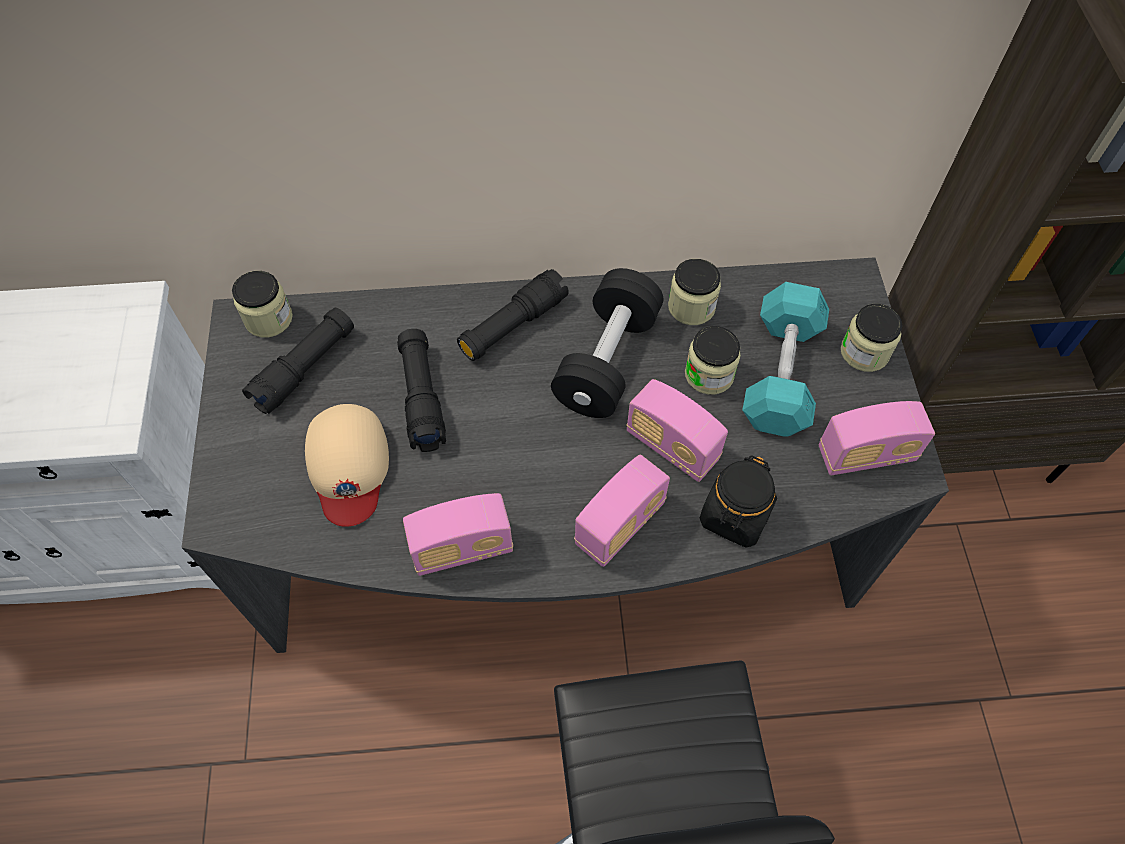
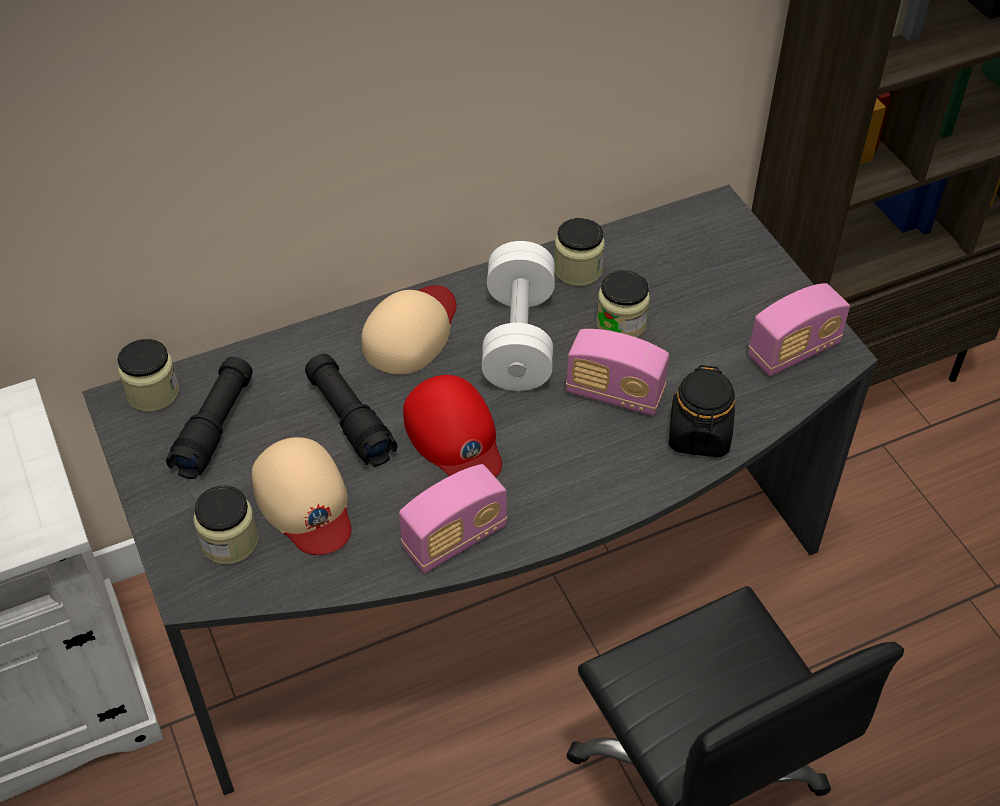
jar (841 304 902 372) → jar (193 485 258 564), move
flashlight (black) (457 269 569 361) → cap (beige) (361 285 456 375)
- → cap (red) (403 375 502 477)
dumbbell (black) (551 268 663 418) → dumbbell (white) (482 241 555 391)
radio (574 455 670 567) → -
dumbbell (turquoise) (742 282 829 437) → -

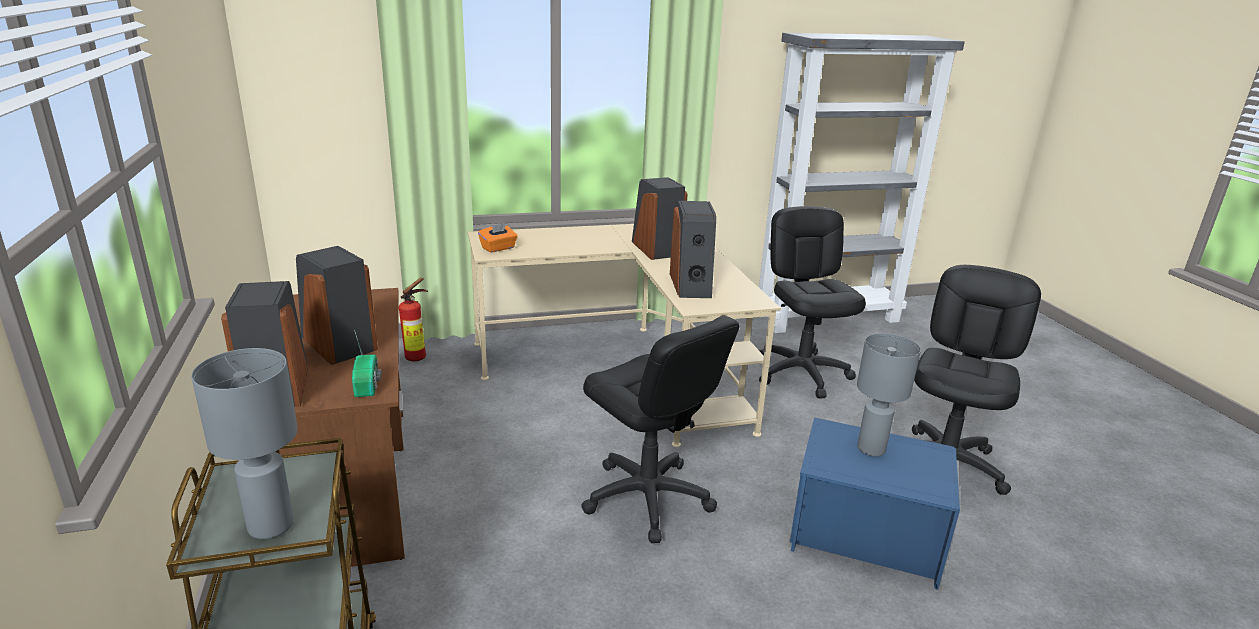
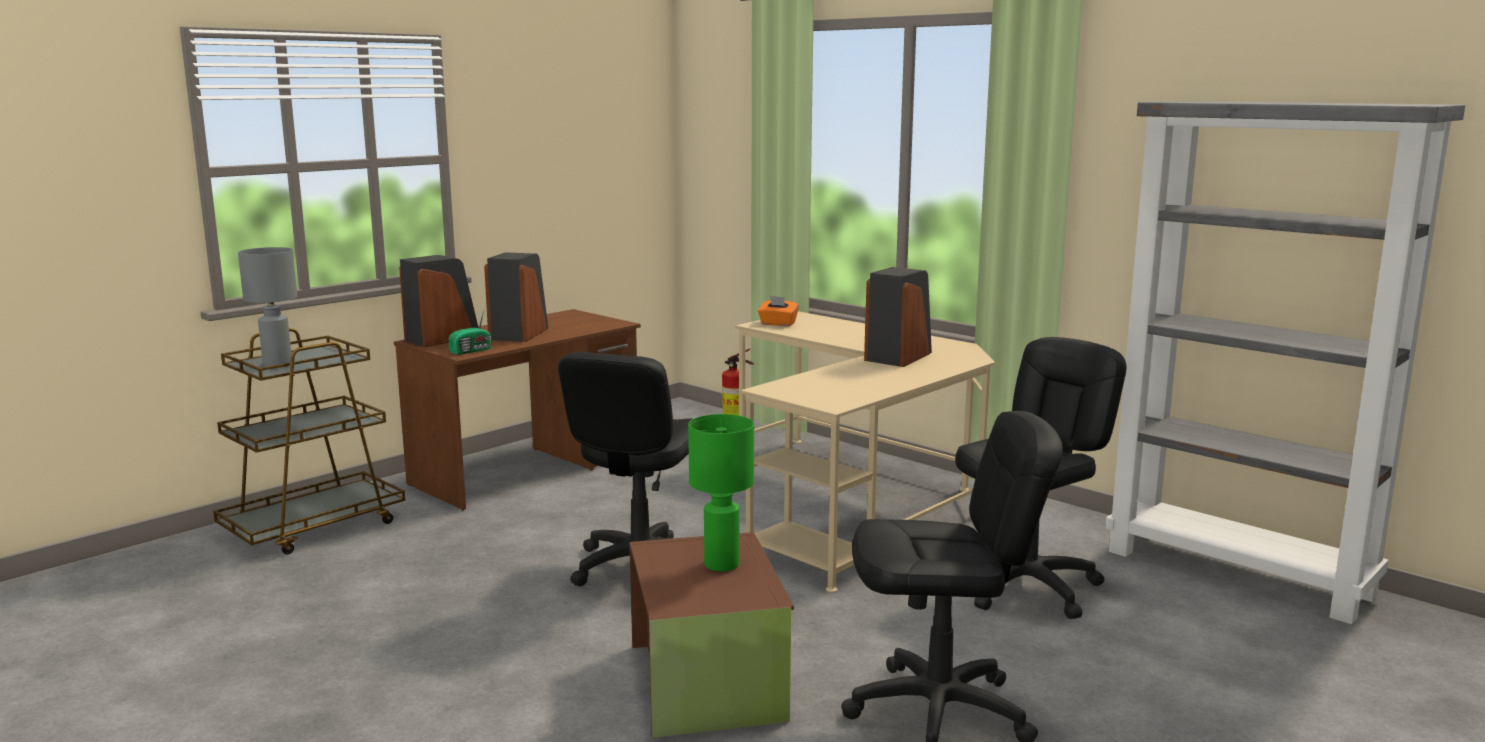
storage box (blue) (790 417 960 590) → storage box (brown) (629 532 794 738)
table lamp (grey) (857 333 921 457) → table lamp (green) (688 414 754 572)
speaker (670 201 716 298) → -

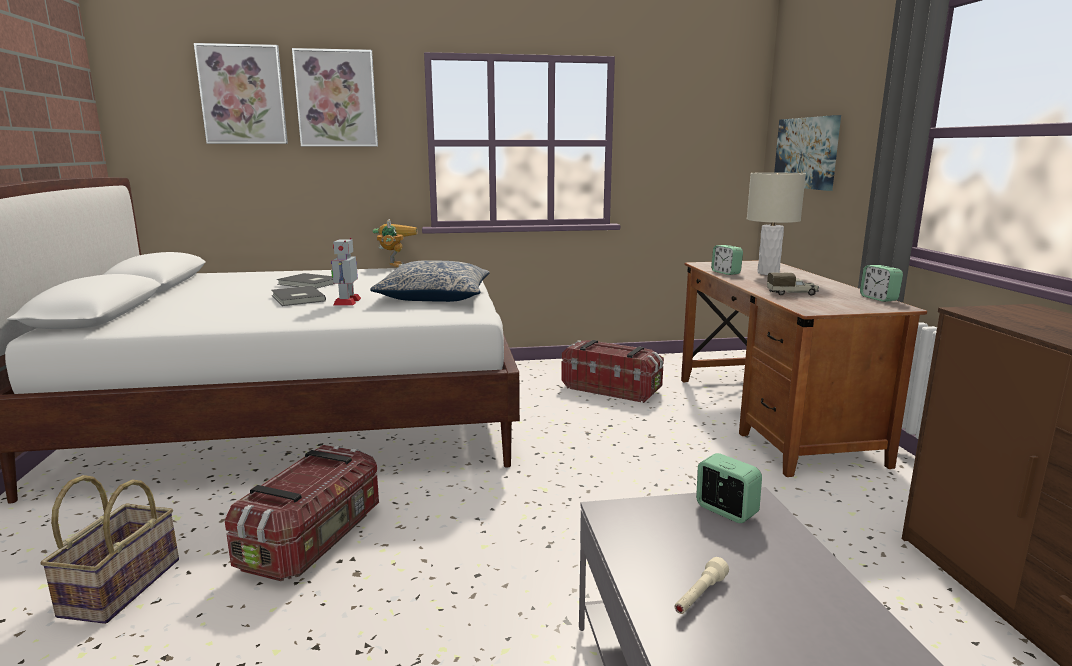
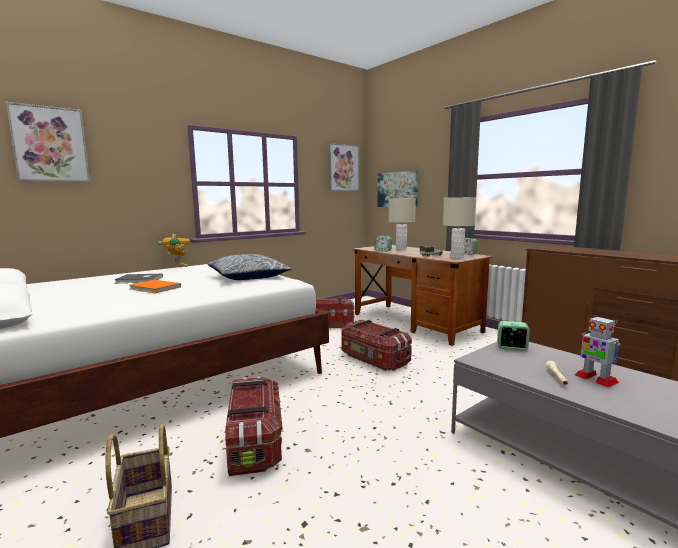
book (grey) (271 286 326 306) → book (orange) (130 280 181 293)
picture (292 48 378 147) → picture (328 143 359 191), move
- → storage box (341 320 412 371)
- → table lamp (beige) (443 197 476 258)
toy robot (331 238 361 306) → toy robot (575 315 620 388), move

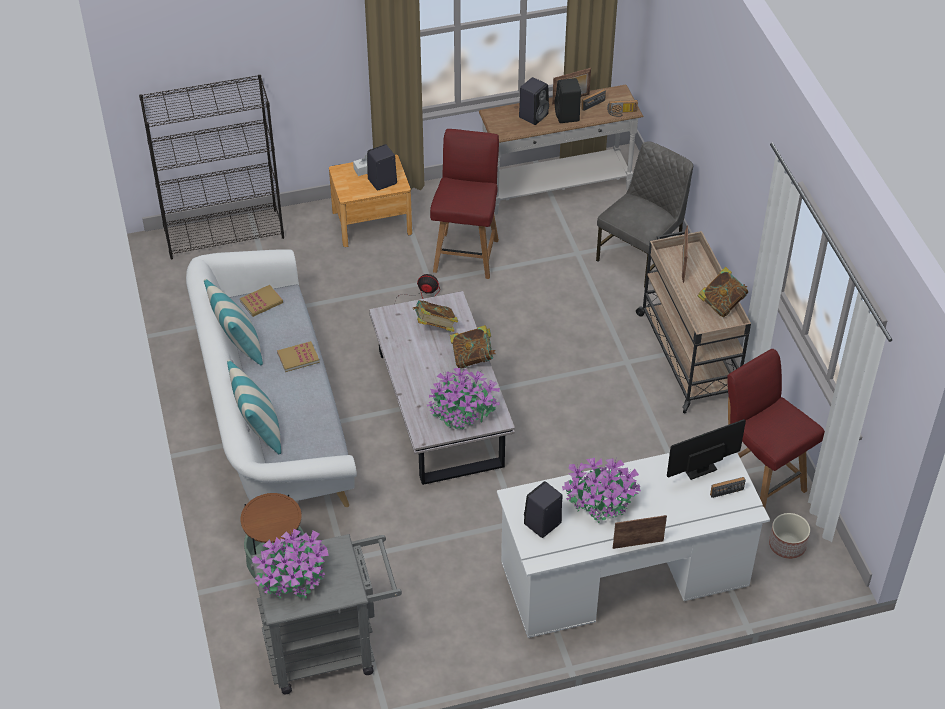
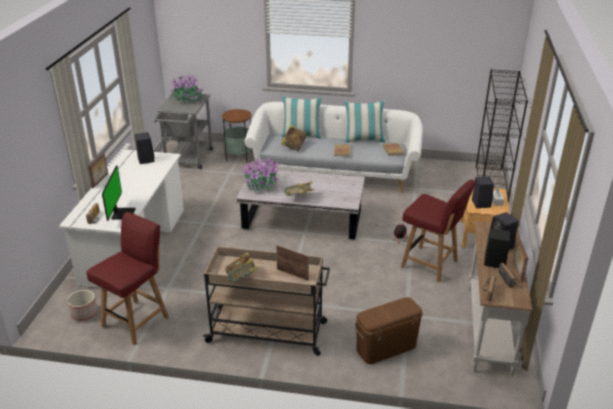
chair (red) (727 349 825 508) → chair (red) (86 212 169 345), 45 degrees counterclockwise
book (413 300 458 332) → book (281 125 307 151), move
chair (grey) (596 141 693 288) → storage box (brown) (355 297 423 364)
potted plant (562 457 641 523) → -

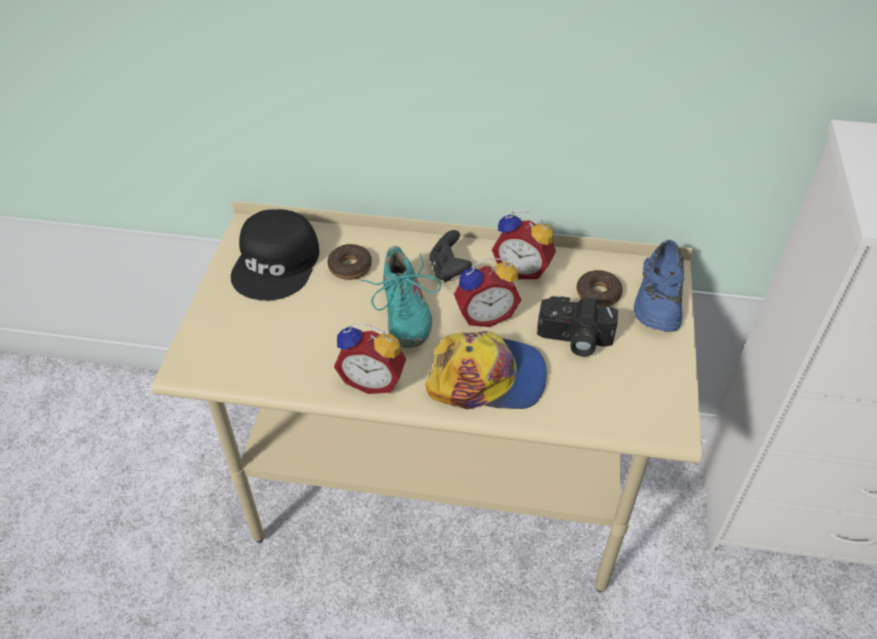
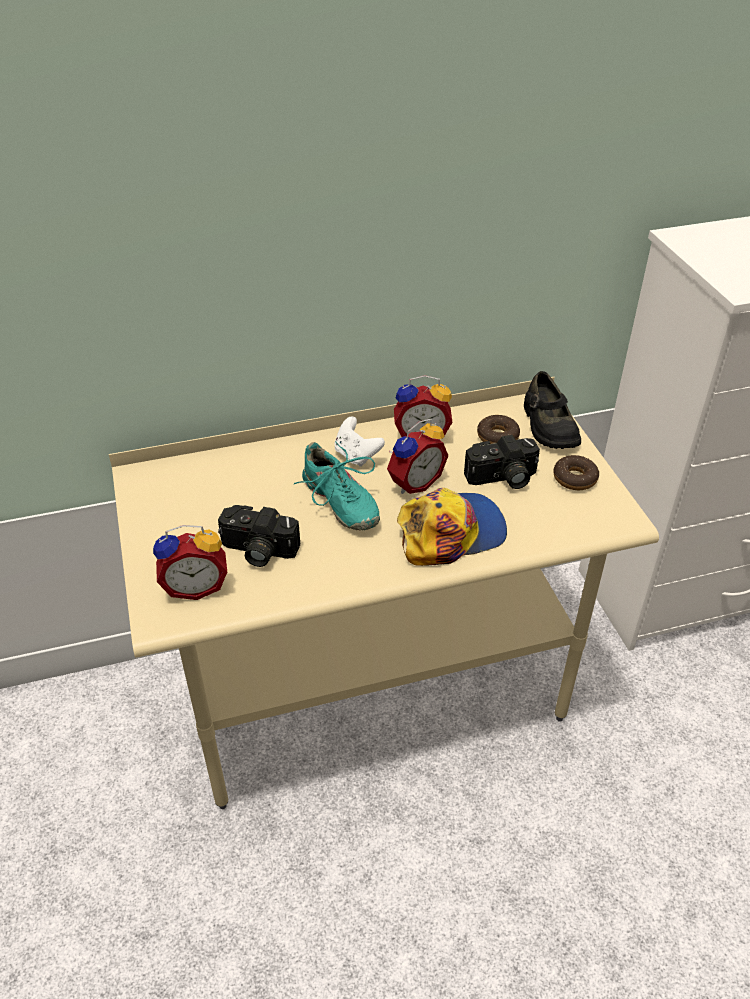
alarm clock (334 324 406 394) → alarm clock (153 525 227 600), move
- → photo camera (218 505 300 567)
game controller (black) (429 230 472 282) → game controller (white) (334 416 385 467)
shoe (blue) (634 240 684 332) → shoe (black) (524 371 581 449)
donut (328 244 372 280) → donut (553 455 599 490), move
cap (black) (231 209 319 301) → -

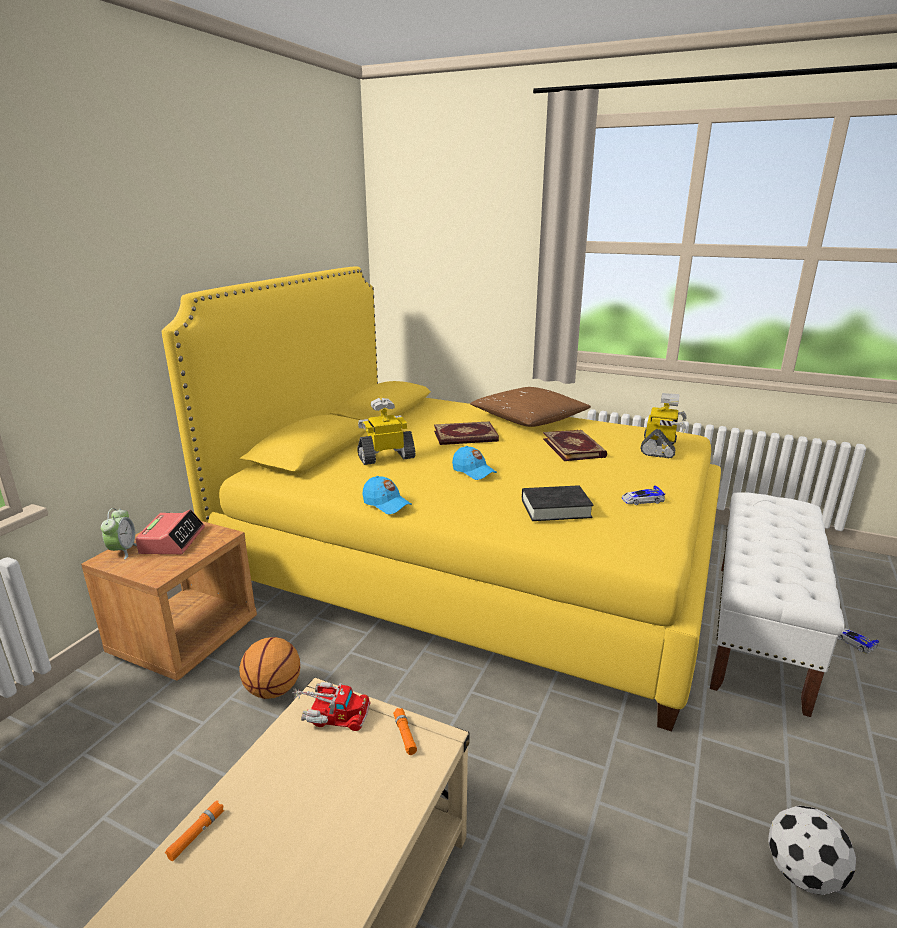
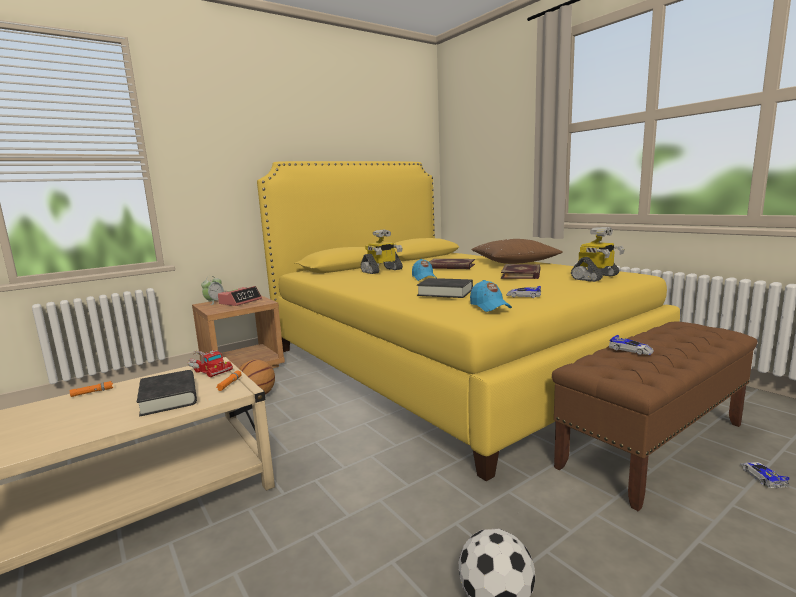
- → book (black) (137 370 197 416)
toy robot (357 398 416 465) → toy robot (360 230 403 274), 135 degrees clockwise
cap (blue) (362 476 412 514) → cap (blue) (470 280 512 312), move
bench (white) (710 492 845 717) → bench (brown) (552 321 758 511)
- → toy car (609 335 654 355)

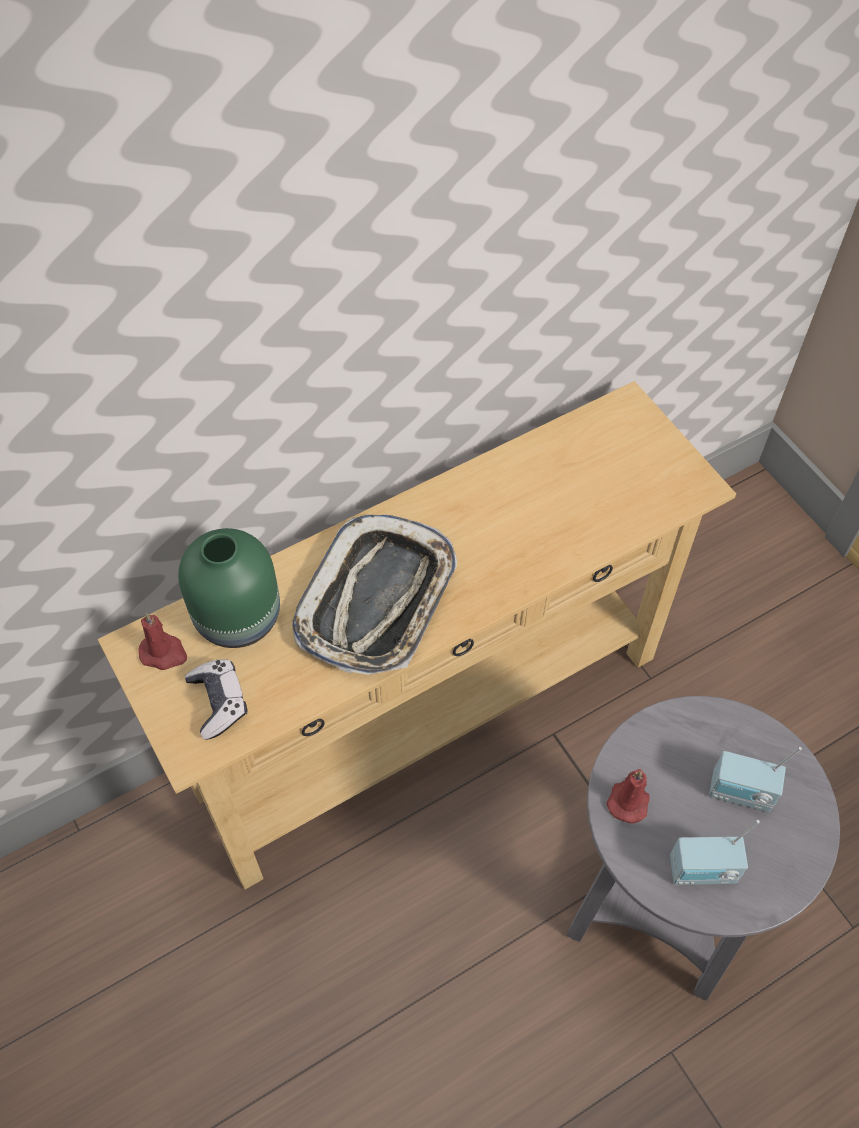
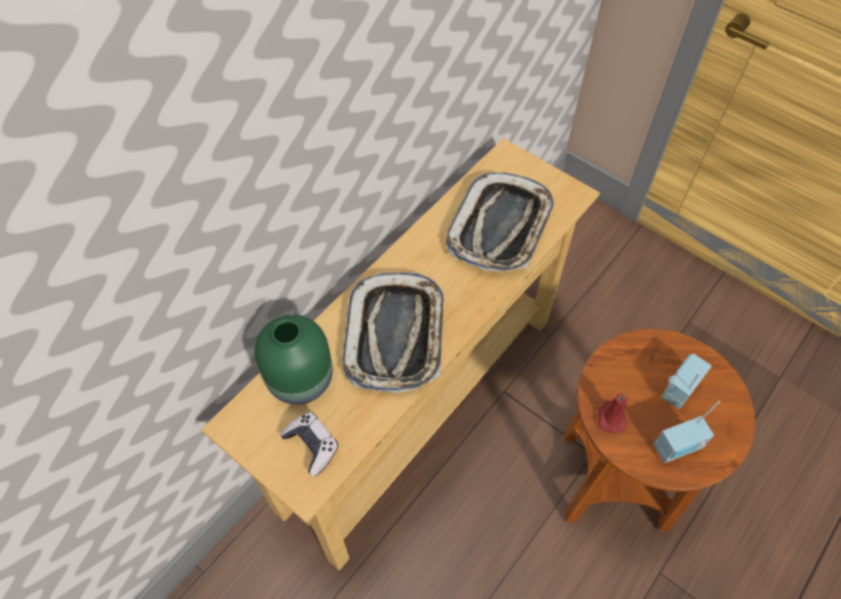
- → tray (446 172 554 272)
side table (grey) (567 696 840 1001) → side table (brown) (565 329 755 531)
radio (709 747 802 812) → radio (661 354 711 409), 135 degrees clockwise
candle (red) (138 613 187 670) → -

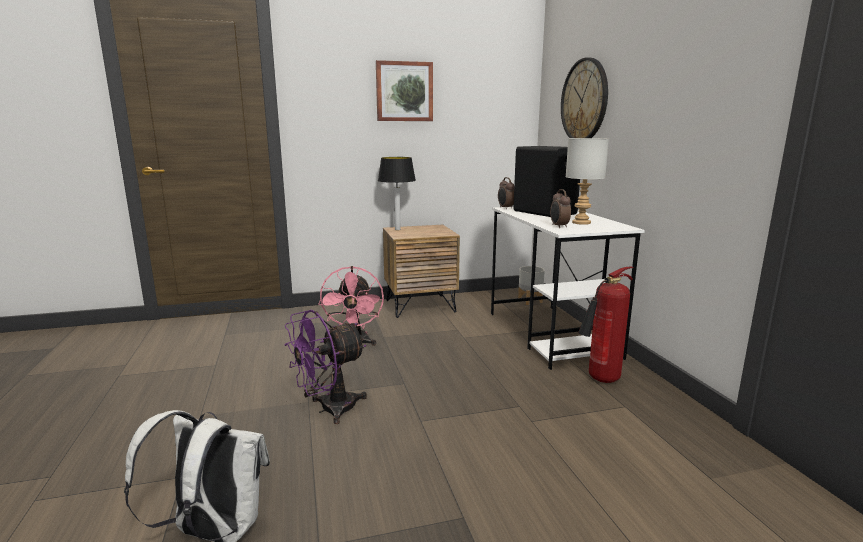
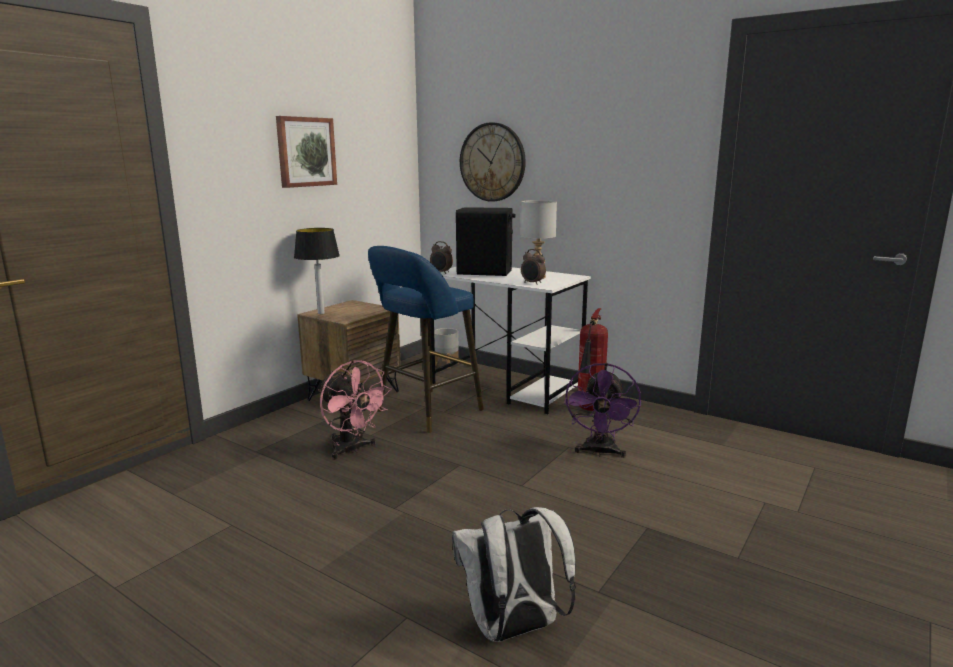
- → stool (blue) (368 246 484 433)
fan (purple) (284 310 367 424) → fan (purple) (564 363 641 458), move

